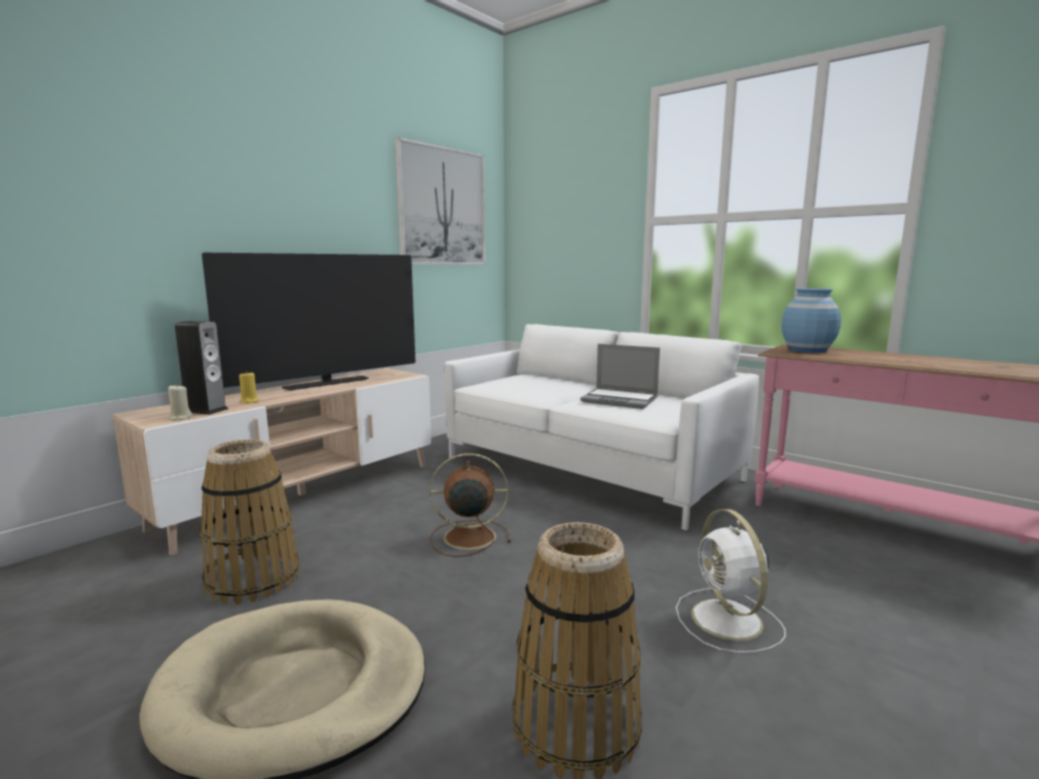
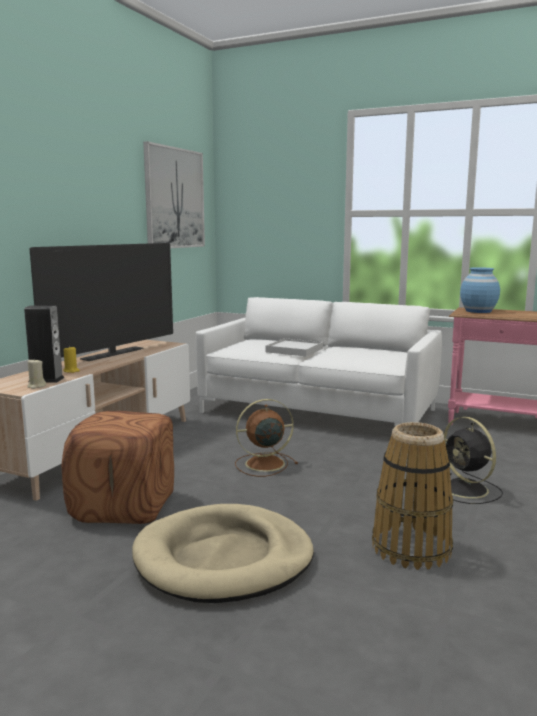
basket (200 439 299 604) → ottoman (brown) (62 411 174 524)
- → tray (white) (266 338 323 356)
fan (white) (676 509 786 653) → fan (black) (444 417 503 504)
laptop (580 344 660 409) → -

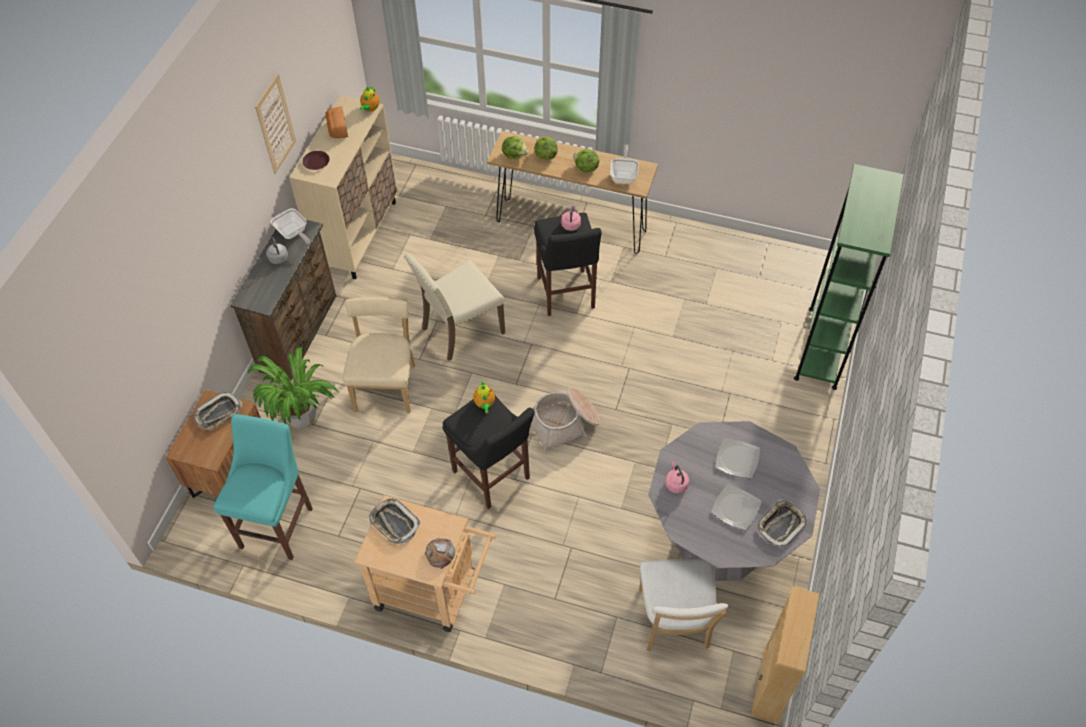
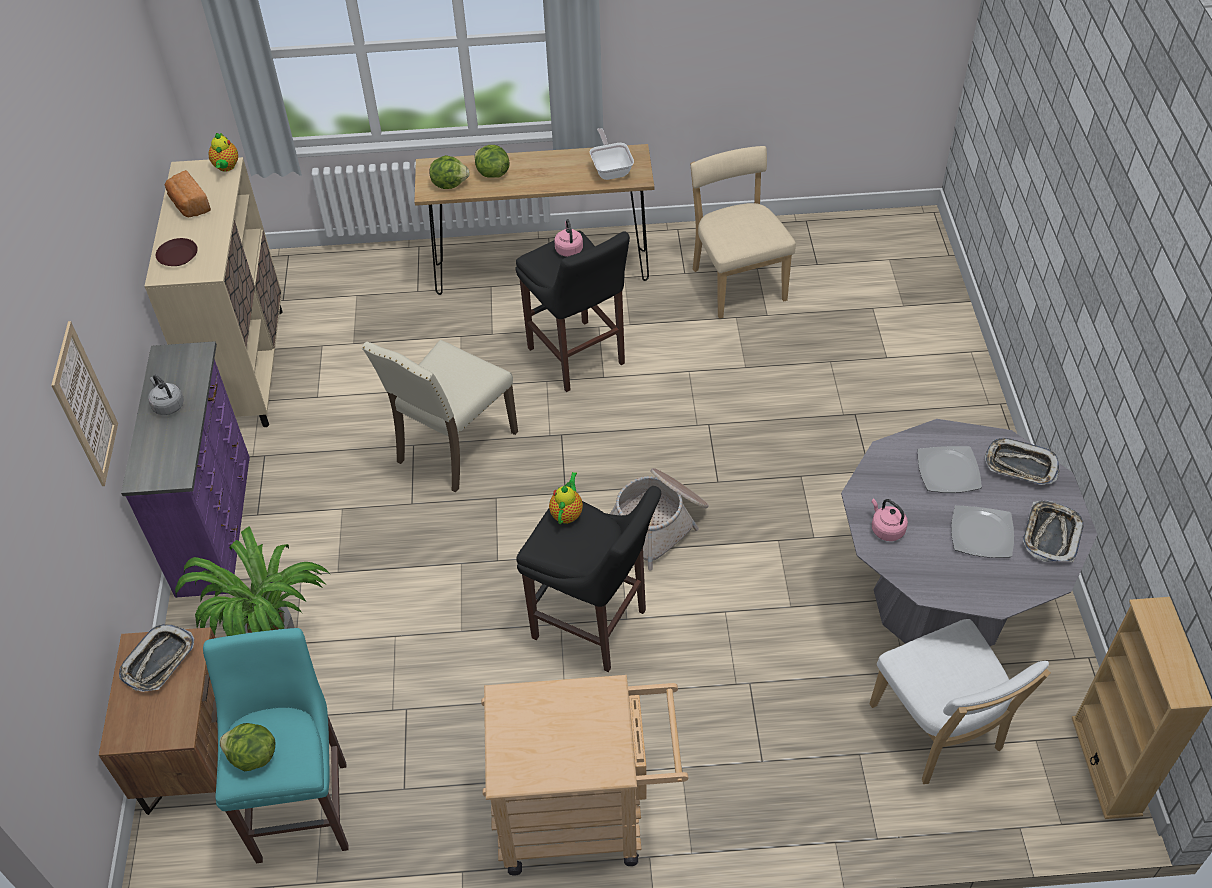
picture (255 73 296 174) → picture (51 321 118 486), move
dresser (brown) (230 220 336 381) → dresser (purple) (121 341 250 598)
lettuce (573 149 599 172) → lettuce (219 723 275 772), move
teapot (473 381 495 413) → teapot (549 472 583 524), 135 degrees counterclockwise
chair (beige) (343 297 415 414) → chair (beige) (690 146 796 319), move
tray (368 498 421 544) → tray (985 438 1059 485), move
frying pan (271 208 310 244) → -
bread (425 538 455 569) → -
bookcase (green) (794 164 904 390) → -

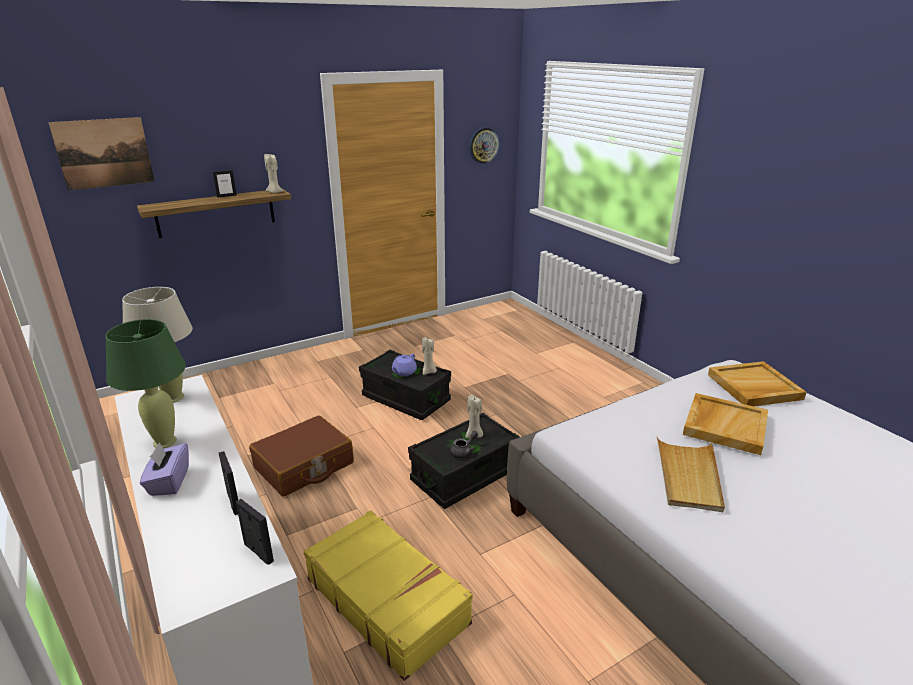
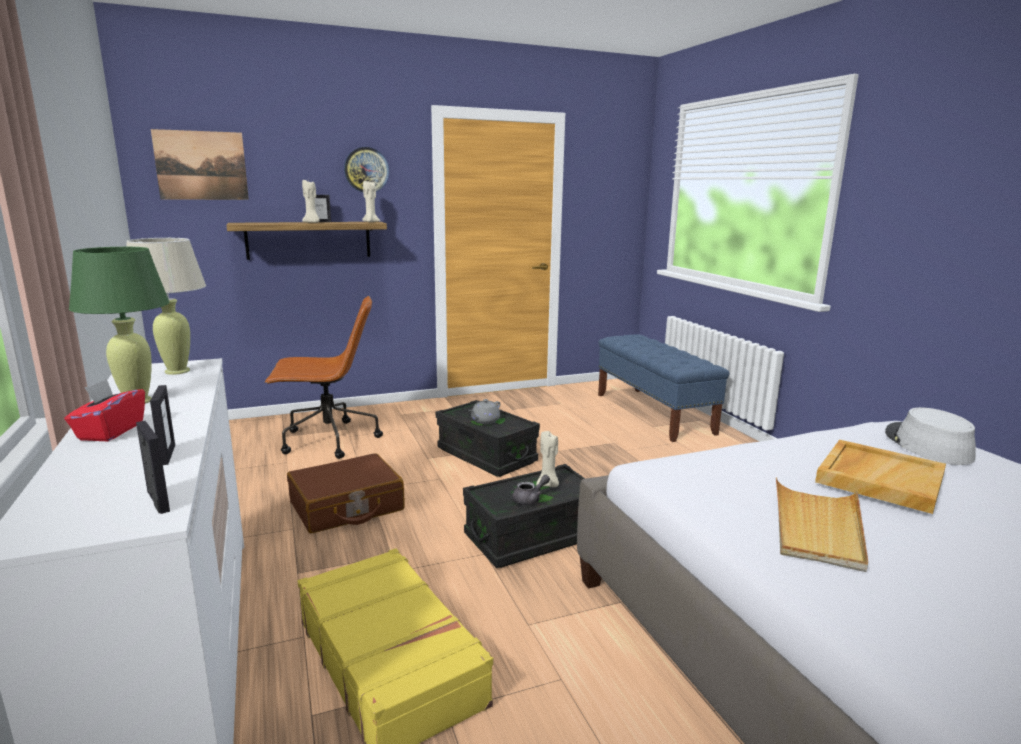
tissue box (purple) (140 442 189 496) → tissue box (red) (65 379 145 441)
- → office chair (brown) (265 296 383 459)
candle (beige) (422 337 437 375) → candle (beige) (302 180 320 223), move
wall clock (469 127 500 164) → wall clock (344 147 389 192), move
teapot (purple) (392 354 417 376) → teapot (grey) (469 399 500 424)
- → bench (blue) (598 335 729 442)
tray (beige) (708 361 807 406) → hat (grey) (885 407 976 465)

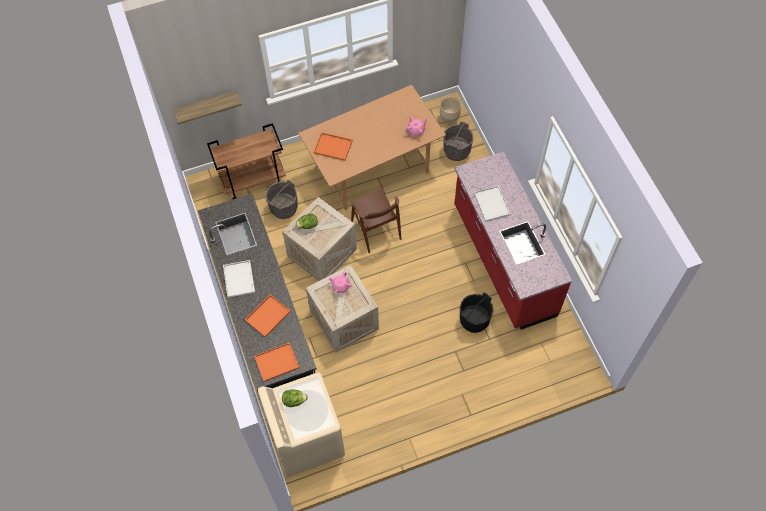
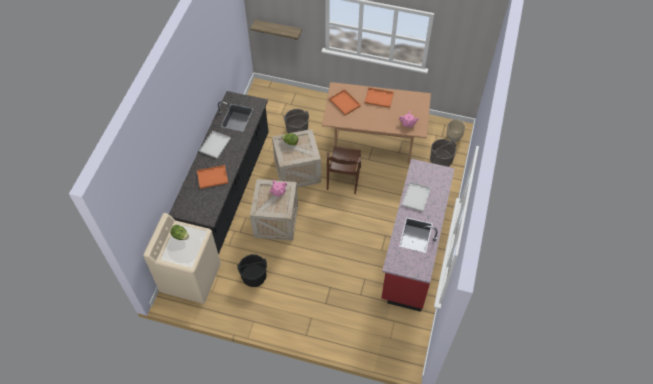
bucket (black) (460 292 494 333) → bucket (black) (237 254 267 287), move
tray (orange) (254 342 299 382) → tray (orange) (365 88 394 108), move
cart (brown) (207 123 286 199) → -

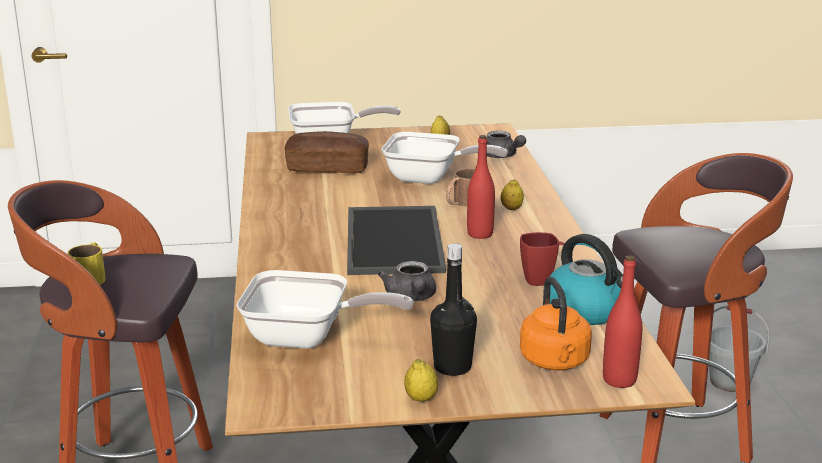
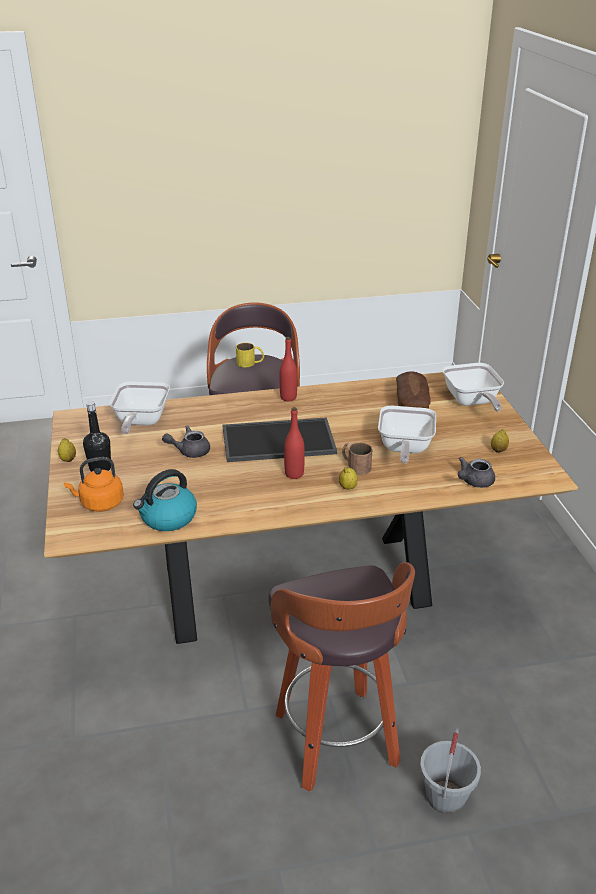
bottle (red) (603 255 642 388) → bottle (red) (279 337 297 401), move
mug (red) (520 232 565 286) → -

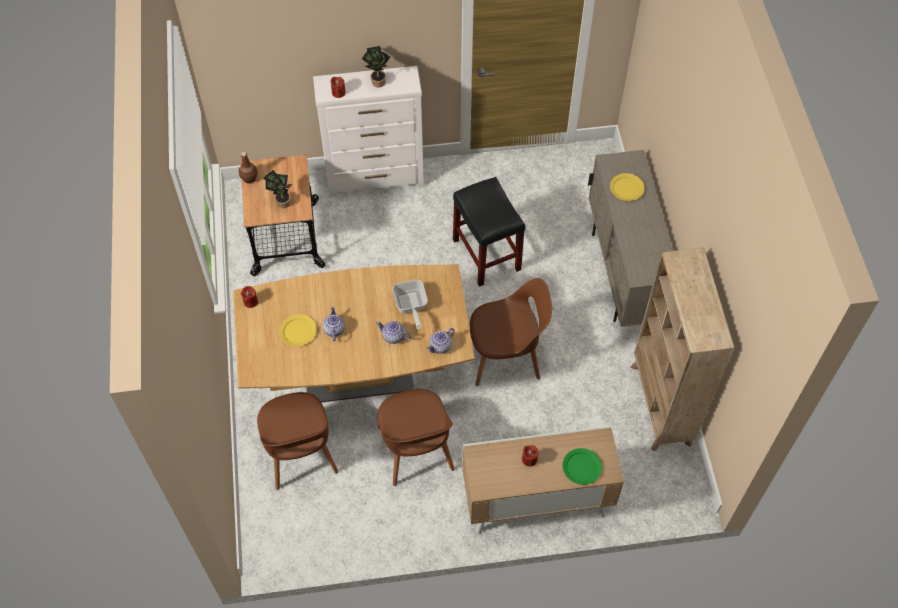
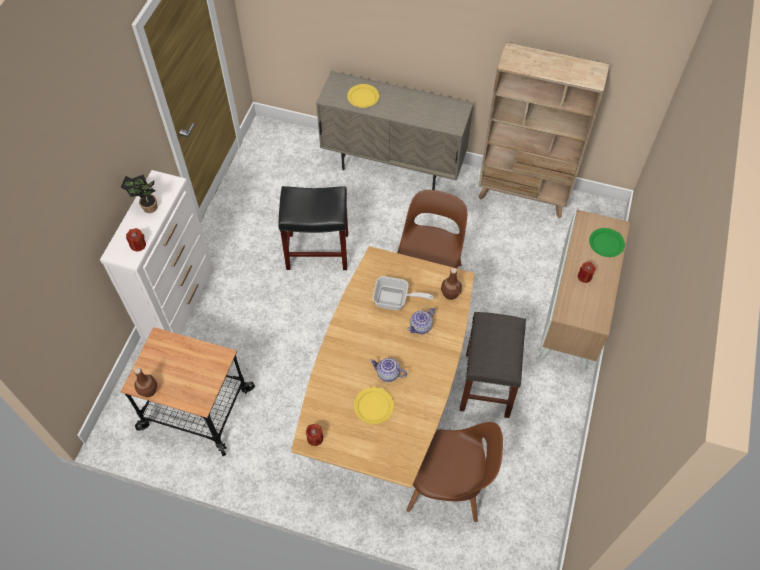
teapot (427 328 455 354) → bottle (brown) (441 268 462 300)
chair (brown) (377 389 454 486) → stool (grey) (459 312 526 418)
potted plant (264 170 292 208) → -

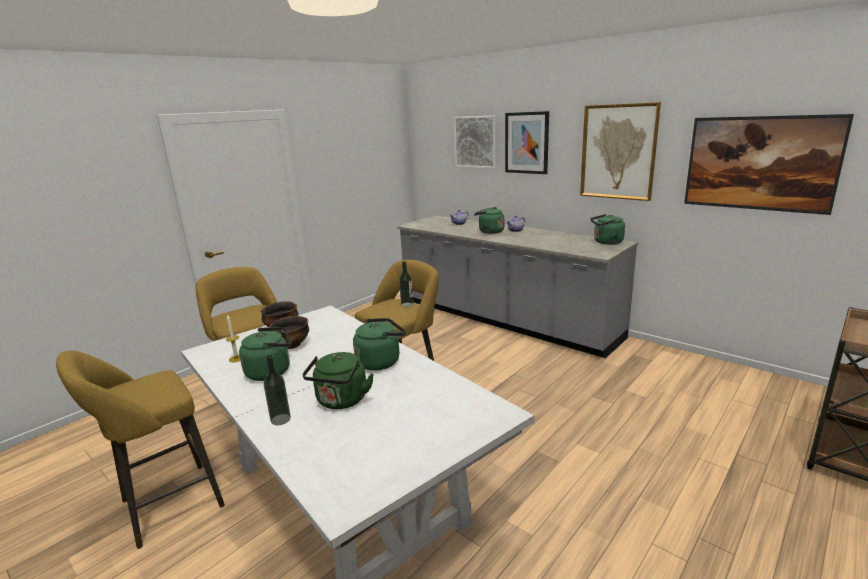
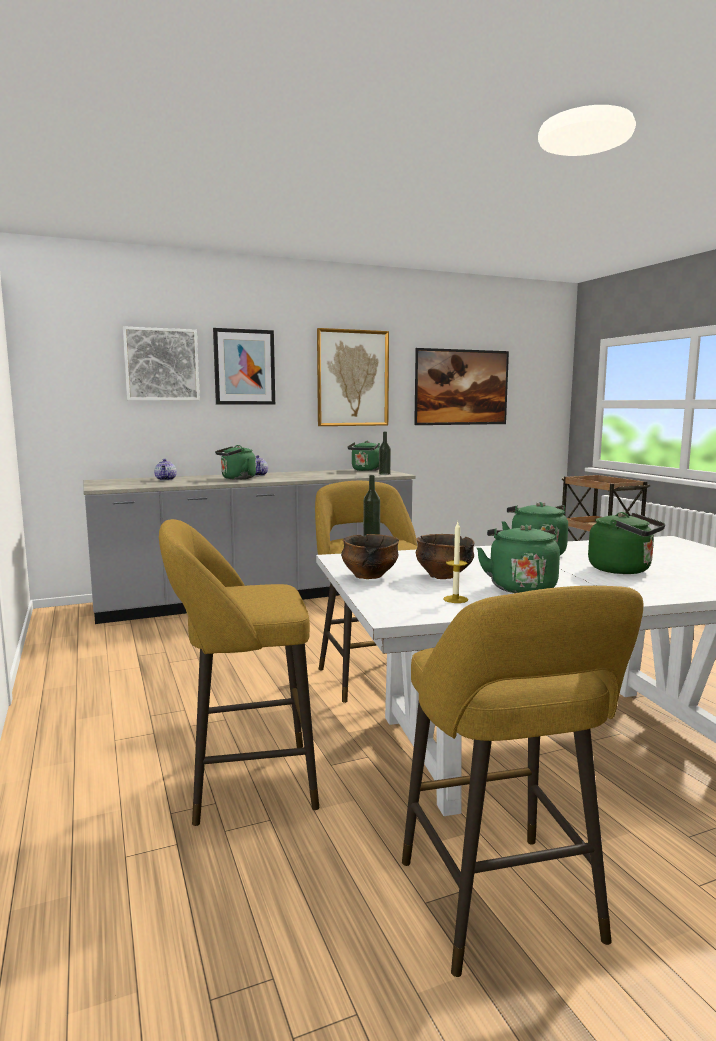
bottle (264 355 291 425) → bottle (379 431 391 475), move

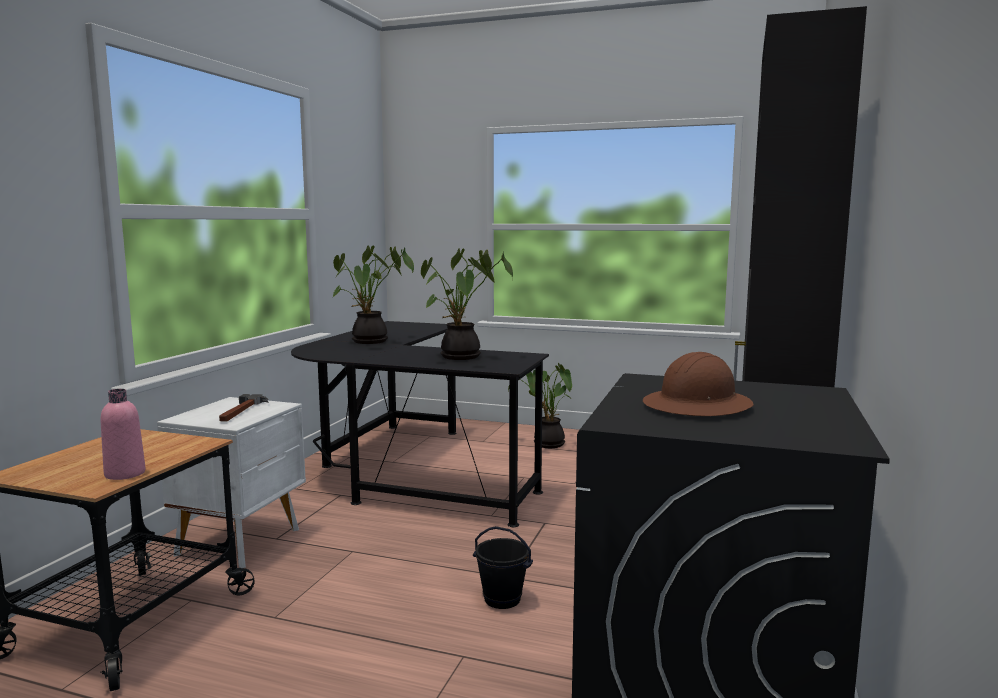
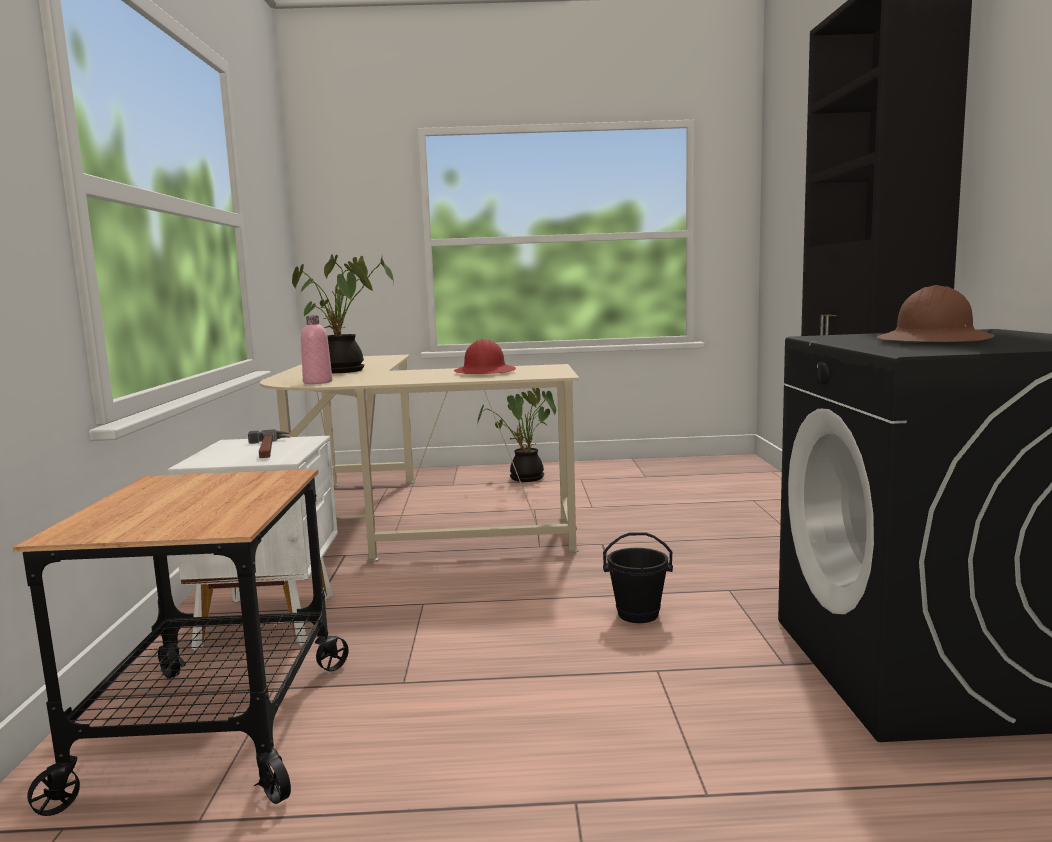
desk (black) (291 321 549 527) → desk (beige) (260 354 579 562)
bottle (pink) (101 389 146 480) → bottle (pink) (301 315 332 384), move
potted plant (421 249 513 360) → hard hat (red) (454 339 516 374)

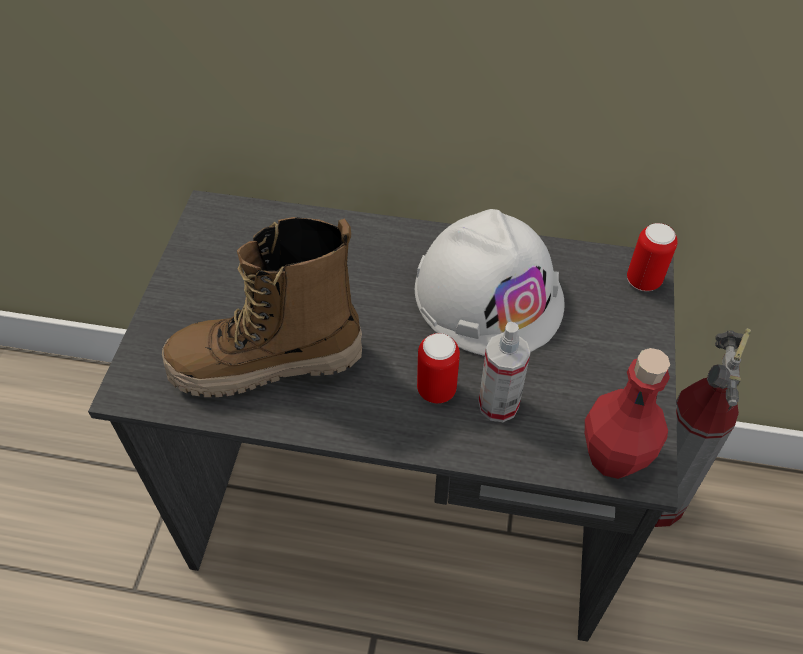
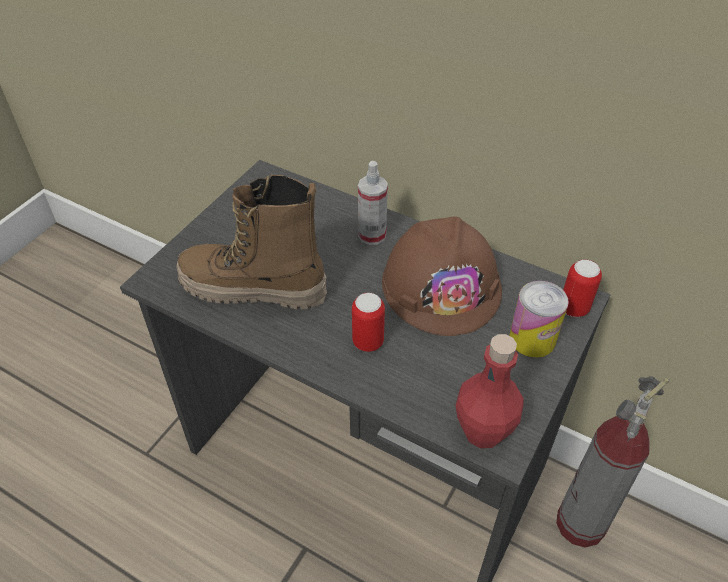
spray bottle (479 322 530 422) → spray bottle (358 161 388 245), move
hard hat (white) (415 209 565 356) → hard hat (brown) (382 216 502 336)
- → can (509 281 569 358)

